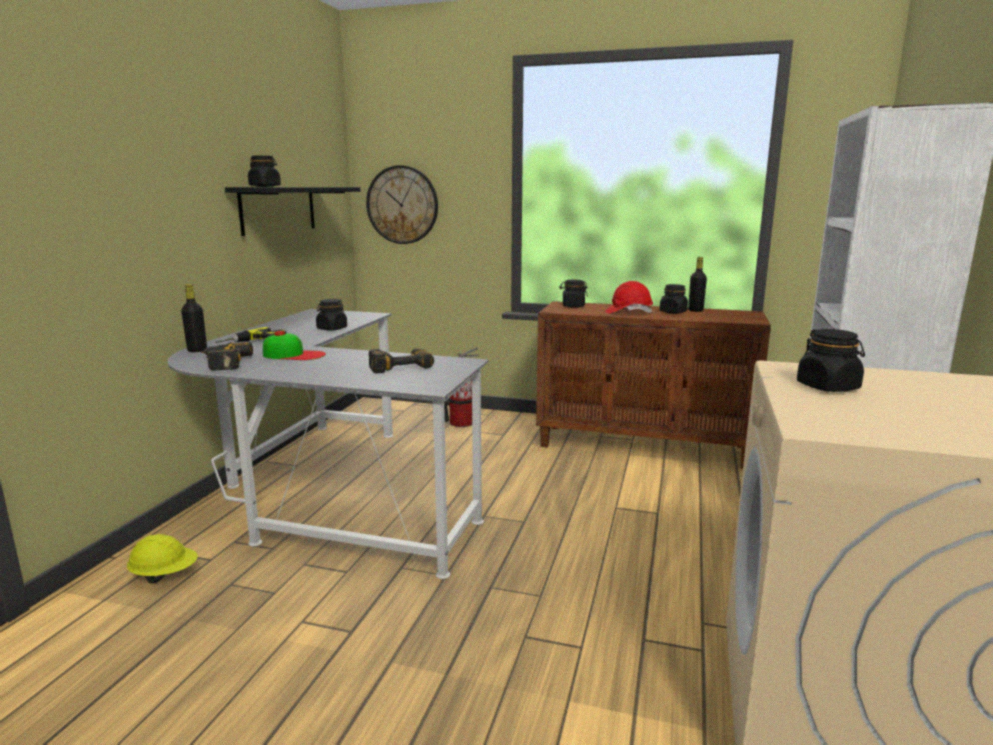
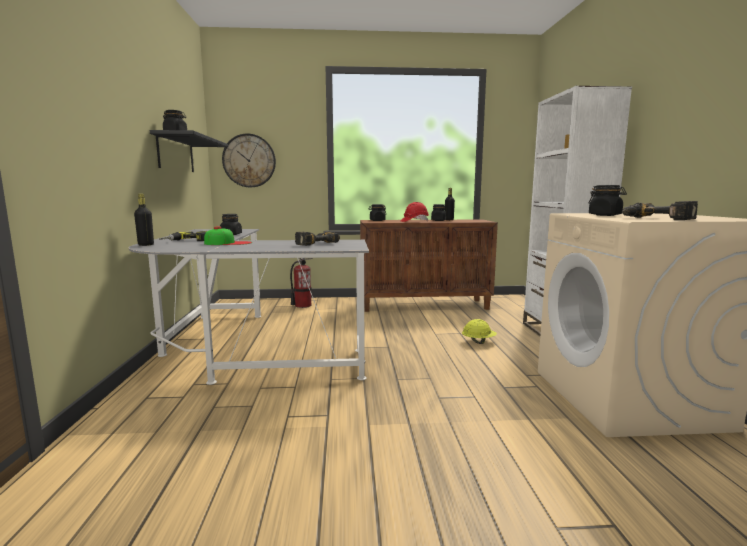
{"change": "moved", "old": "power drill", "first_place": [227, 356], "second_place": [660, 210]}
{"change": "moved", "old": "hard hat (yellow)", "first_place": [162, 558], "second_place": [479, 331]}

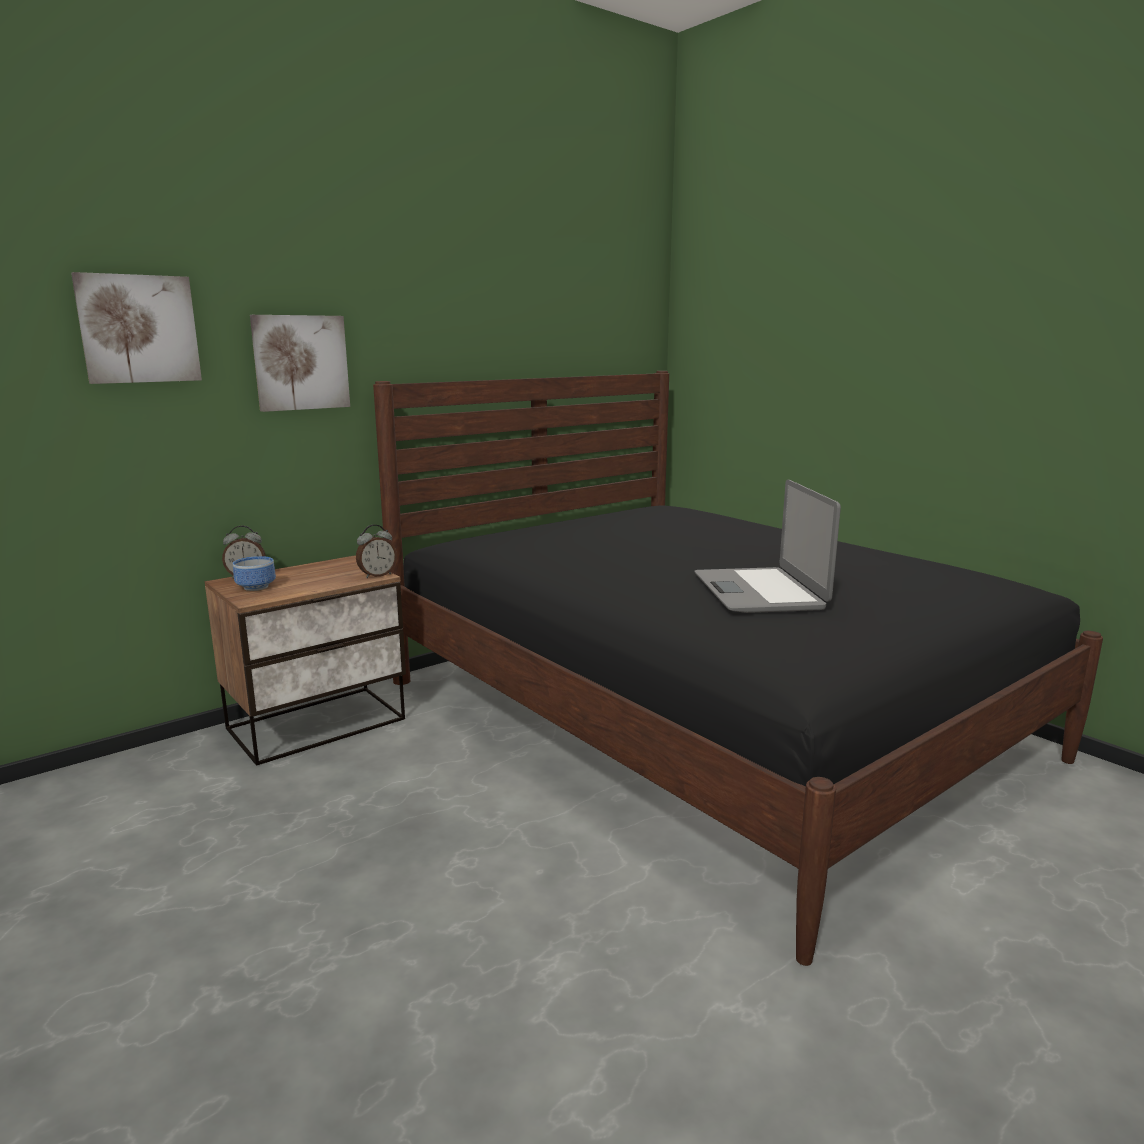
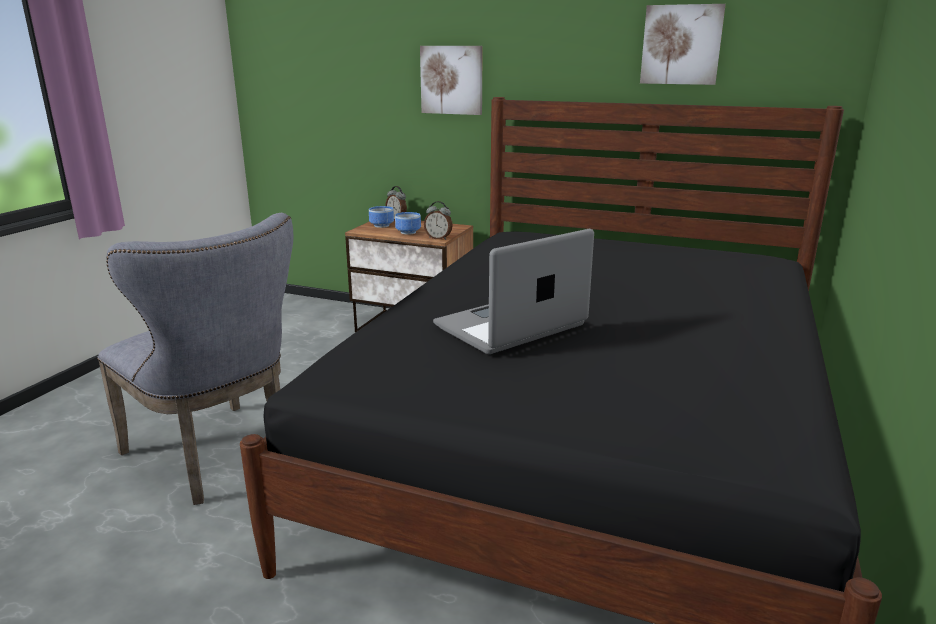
{"change": "moved", "old": "picture", "first_place": [136, 328], "second_place": [683, 44]}
{"change": "added", "new": "bowl", "second_place": [408, 223]}
{"change": "added", "new": "chair (grey)", "second_place": [195, 359]}

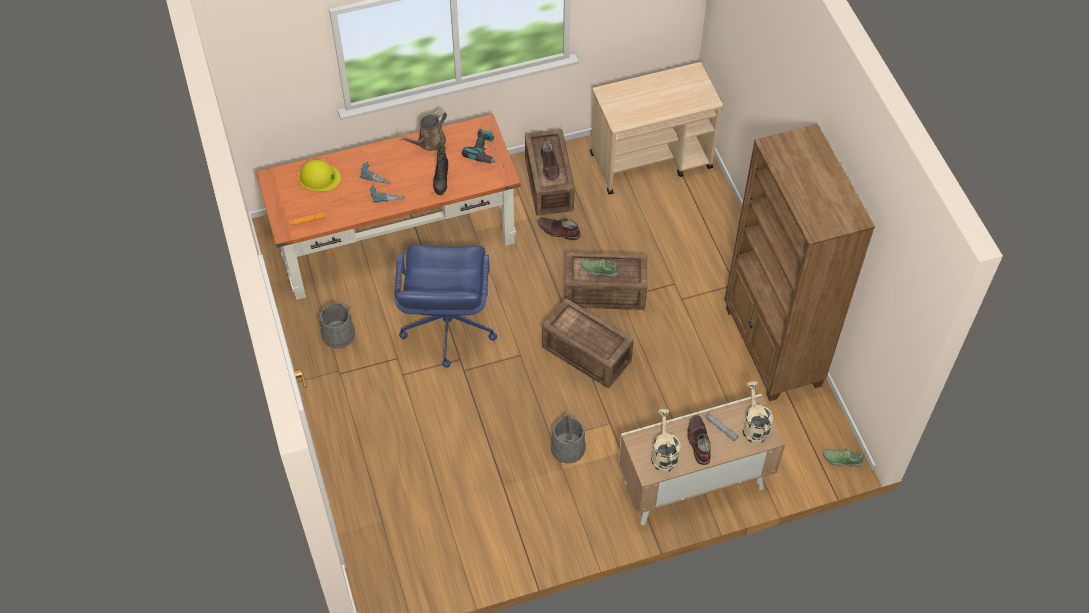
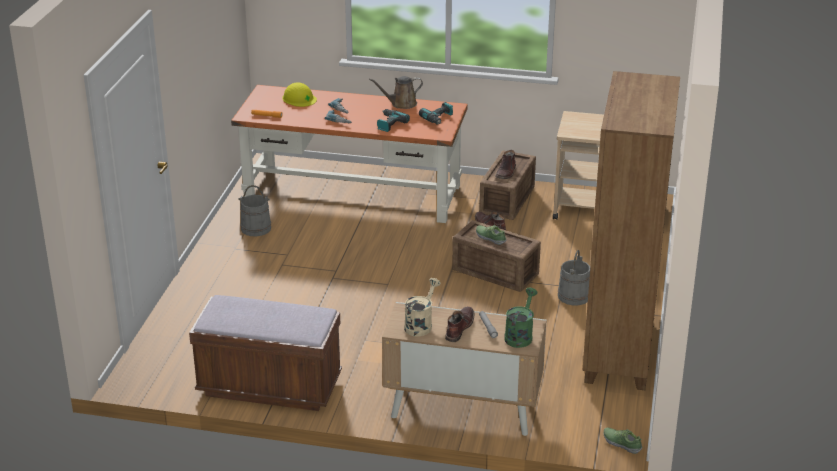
{"change": "replaced", "old": "boot (black)", "new": "power drill", "first_place": [440, 170], "second_place": [393, 120]}
{"change": "removed", "old": "office chair (blue)", "first_place": [445, 306]}
{"change": "removed", "old": "crate", "first_place": [588, 343]}
{"change": "recoloured", "old": "watering can (beige)", "new": "watering can (green)", "first_place": [757, 412], "second_place": [521, 318]}
{"change": "moved", "old": "bucket (grey)", "first_place": [568, 438], "second_place": [574, 277]}
{"change": "added", "new": "bench (brown)", "second_place": [265, 353]}

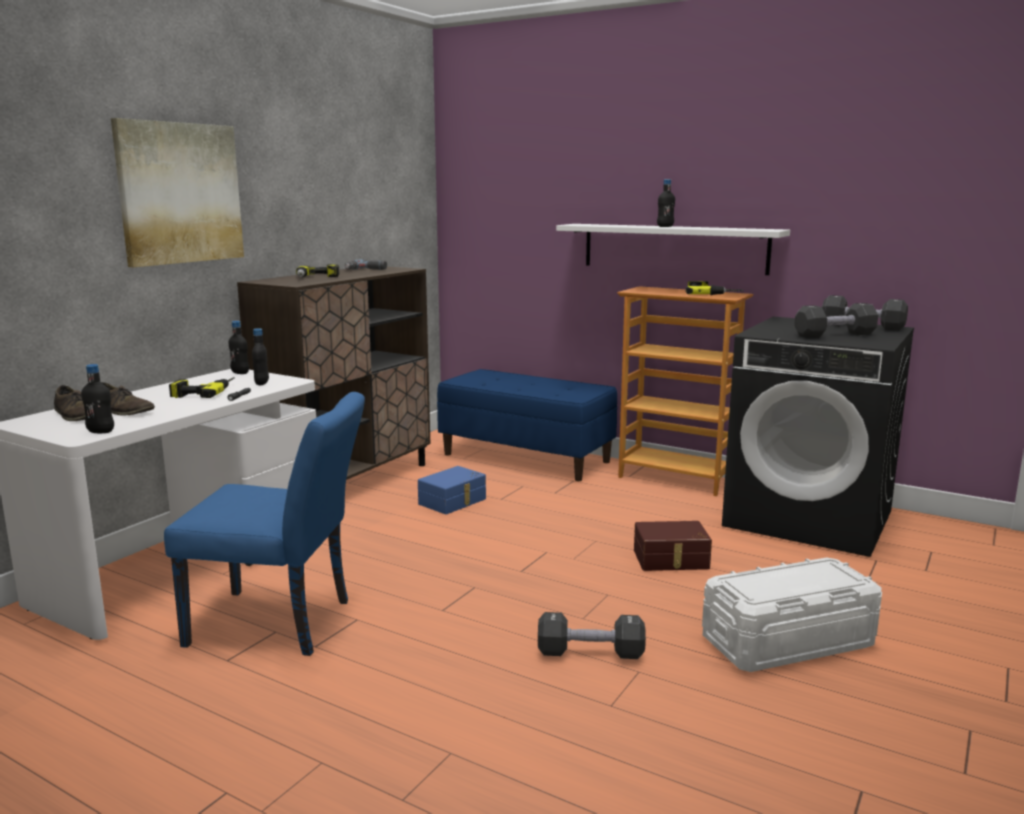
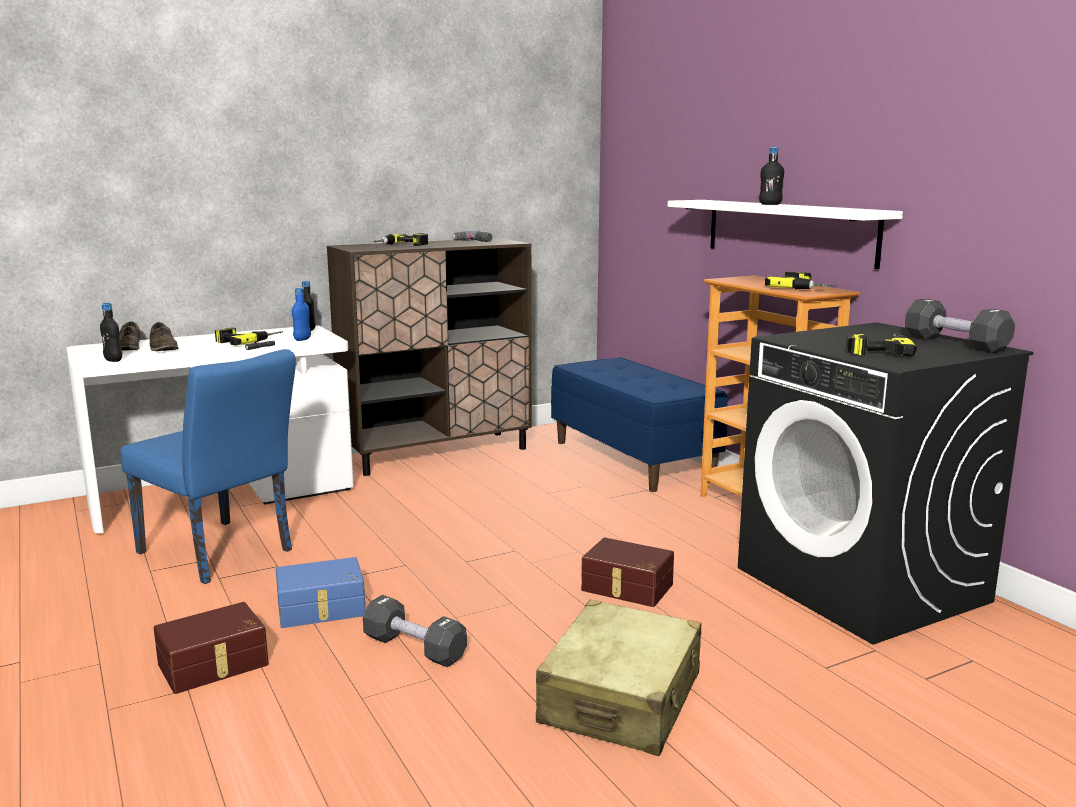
{"change": "removed", "old": "picture", "first_place": [177, 192]}
{"change": "replaced", "old": "dumbbell (black)", "new": "power drill", "first_place": [836, 321], "second_place": [881, 344]}
{"change": "recoloured", "old": "bottle (black)", "new": "bottle (blue)", "first_place": [260, 356], "second_place": [301, 314]}
{"change": "moved", "old": "storage box (blue)", "first_place": [452, 490], "second_place": [321, 592]}
{"change": "replaced", "old": "storage box (white)", "new": "suitcase (beige)", "first_place": [792, 614], "second_place": [619, 678]}
{"change": "added", "new": "storage box (brown)", "second_place": [211, 648]}

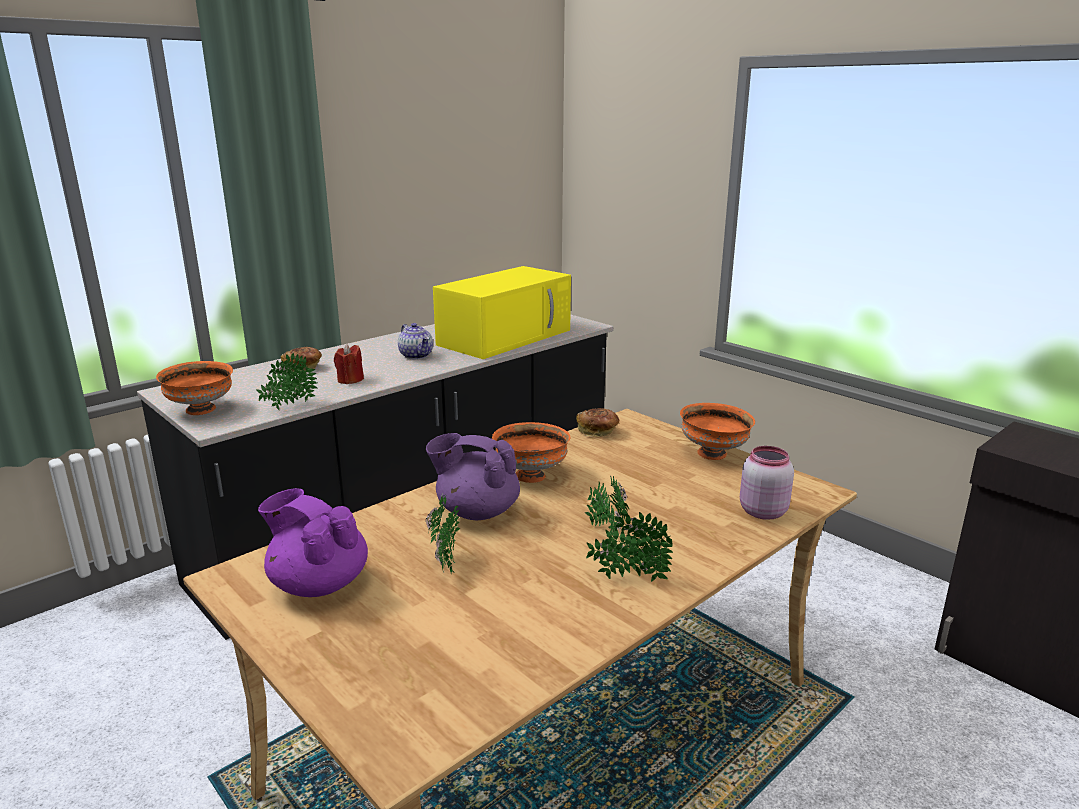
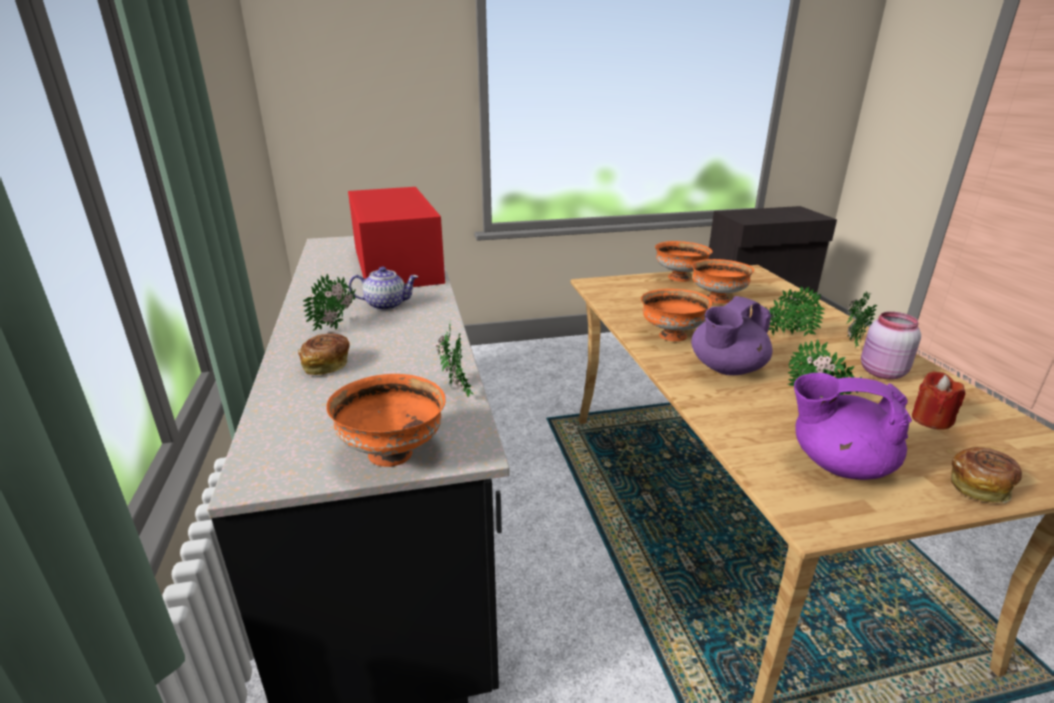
{"change": "recoloured", "old": "microwave (yellow)", "new": "microwave (red)", "first_place": [502, 312], "second_place": [396, 237]}
{"change": "moved", "old": "candle (red)", "first_place": [349, 364], "second_place": [938, 400]}
{"change": "moved", "old": "bread", "first_place": [597, 422], "second_place": [986, 475]}
{"change": "moved", "old": "jar (pink)", "first_place": [767, 483], "second_place": [891, 345]}
{"change": "turned", "old": "teapot (purple)", "first_place": [313, 542], "second_place": [853, 426], "degrees": 45}
{"change": "added", "new": "bowl (orange)", "second_place": [723, 281]}
{"change": "added", "new": "potted plant", "second_place": [329, 302]}

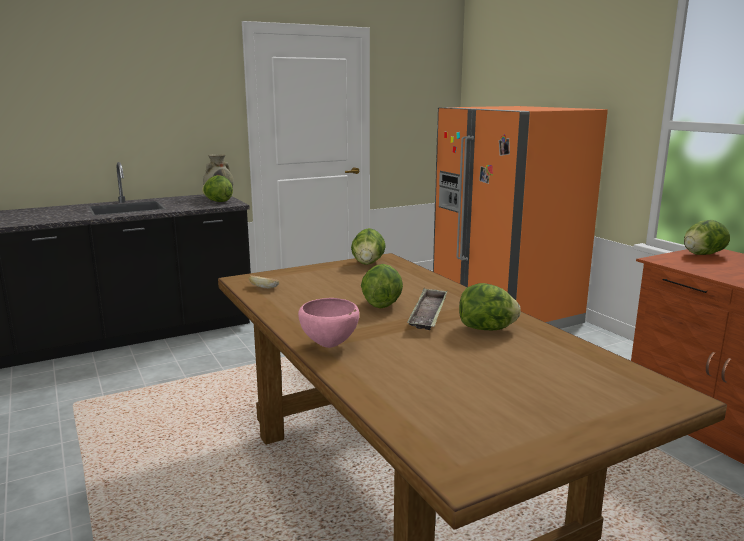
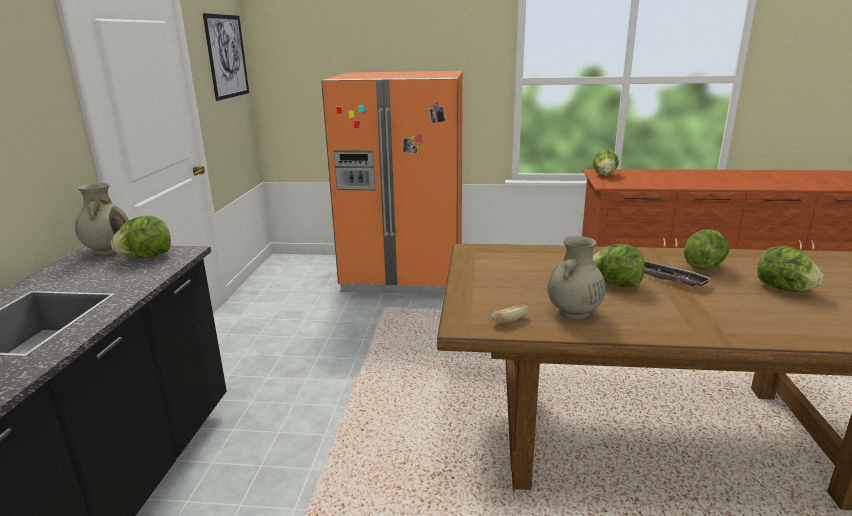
{"change": "moved", "old": "lettuce", "first_place": [368, 246], "second_place": [790, 269]}
{"change": "removed", "old": "bowl (pink)", "first_place": [328, 323]}
{"change": "added", "new": "picture", "second_place": [226, 57]}
{"change": "added", "new": "vase (beige)", "second_place": [576, 278]}

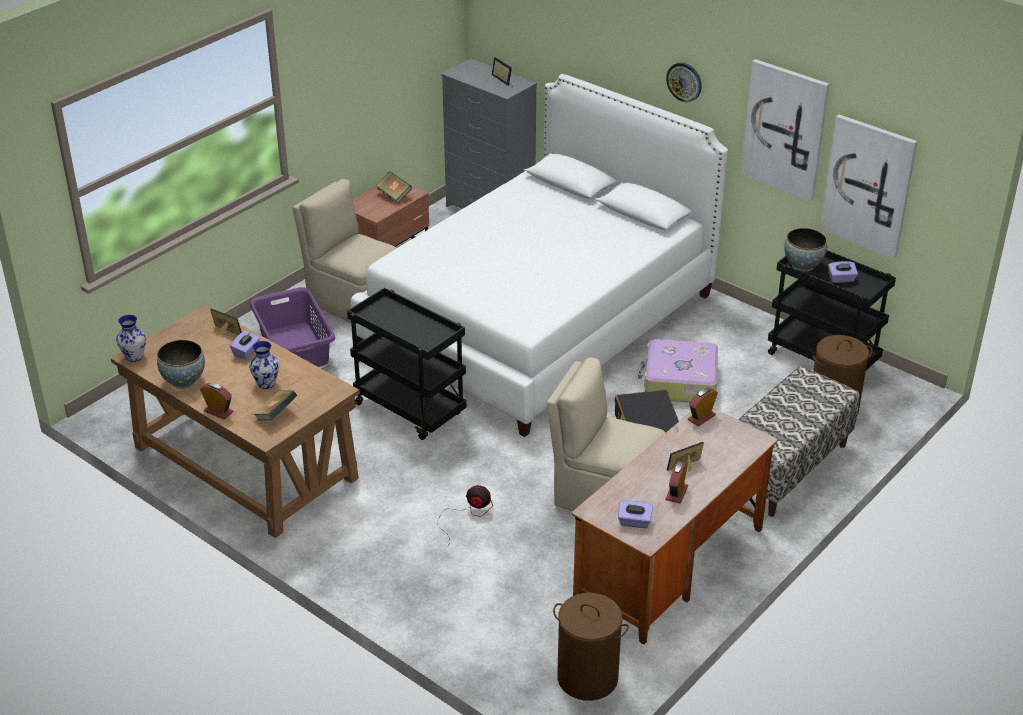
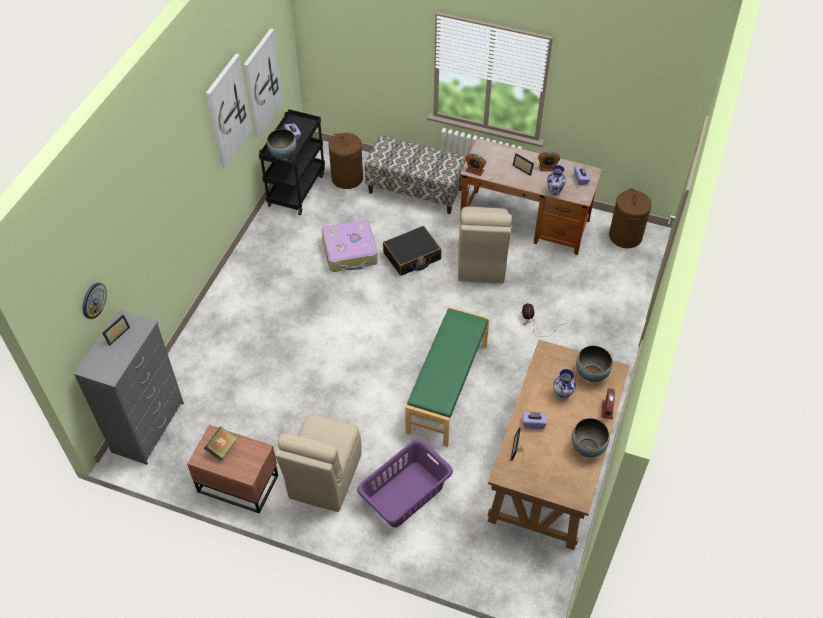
{"change": "moved", "old": "wall clock", "first_place": [684, 82], "second_place": [95, 301]}
{"change": "removed", "old": "bed (white)", "first_place": [539, 255]}
{"change": "replaced", "old": "cart (black)", "new": "bench (green)", "first_place": [407, 363], "second_place": [447, 377]}
{"change": "moved", "old": "vase", "first_place": [131, 338], "second_place": [556, 180]}
{"change": "replaced", "old": "book", "new": "bowl", "first_place": [275, 405], "second_place": [594, 363]}

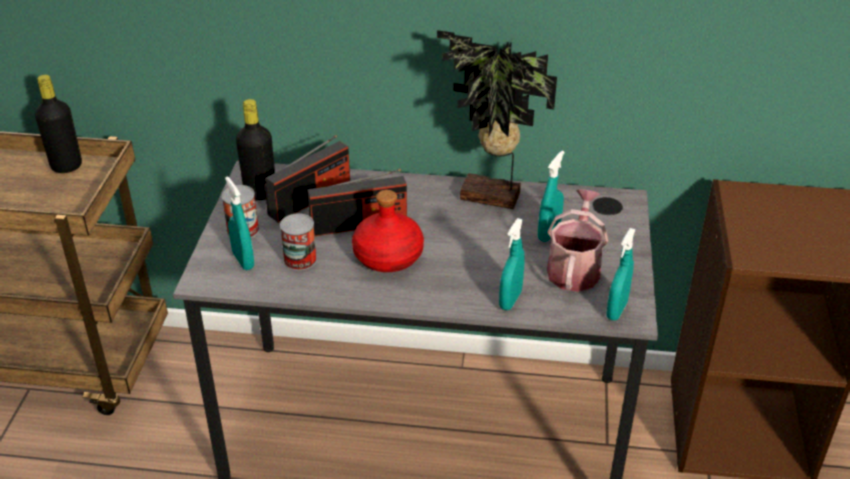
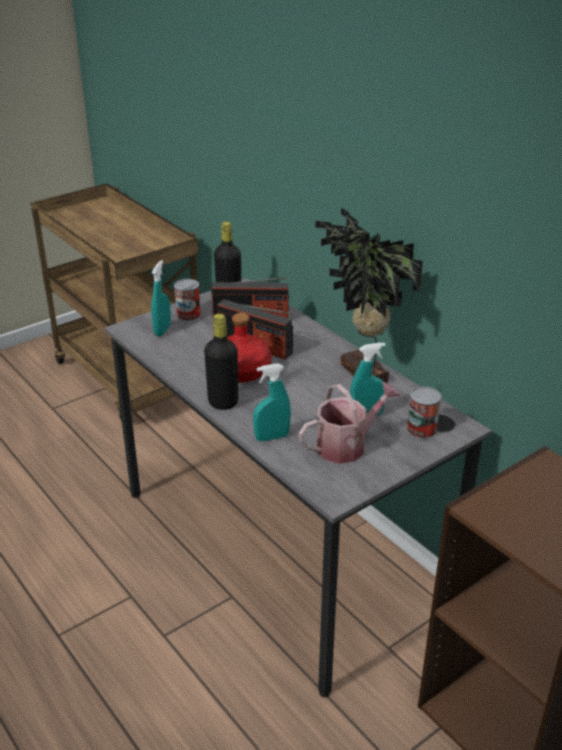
{"change": "moved", "old": "bottle (black)", "first_place": [58, 124], "second_place": [221, 362]}
{"change": "moved", "old": "can", "first_place": [298, 242], "second_place": [424, 413]}
{"change": "removed", "old": "spray bottle (turquoise)", "first_place": [621, 274]}

